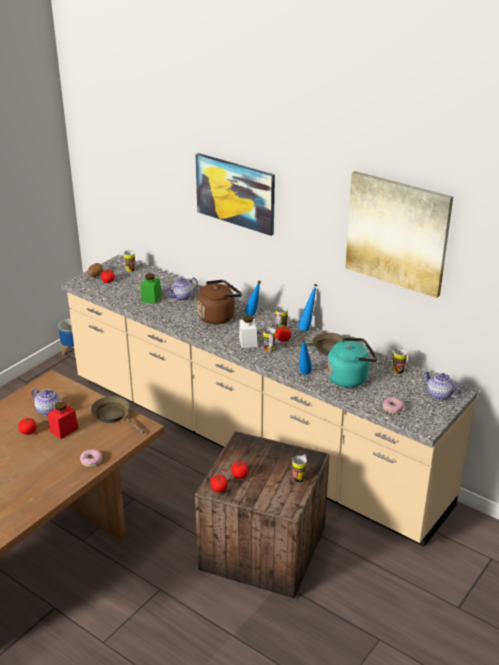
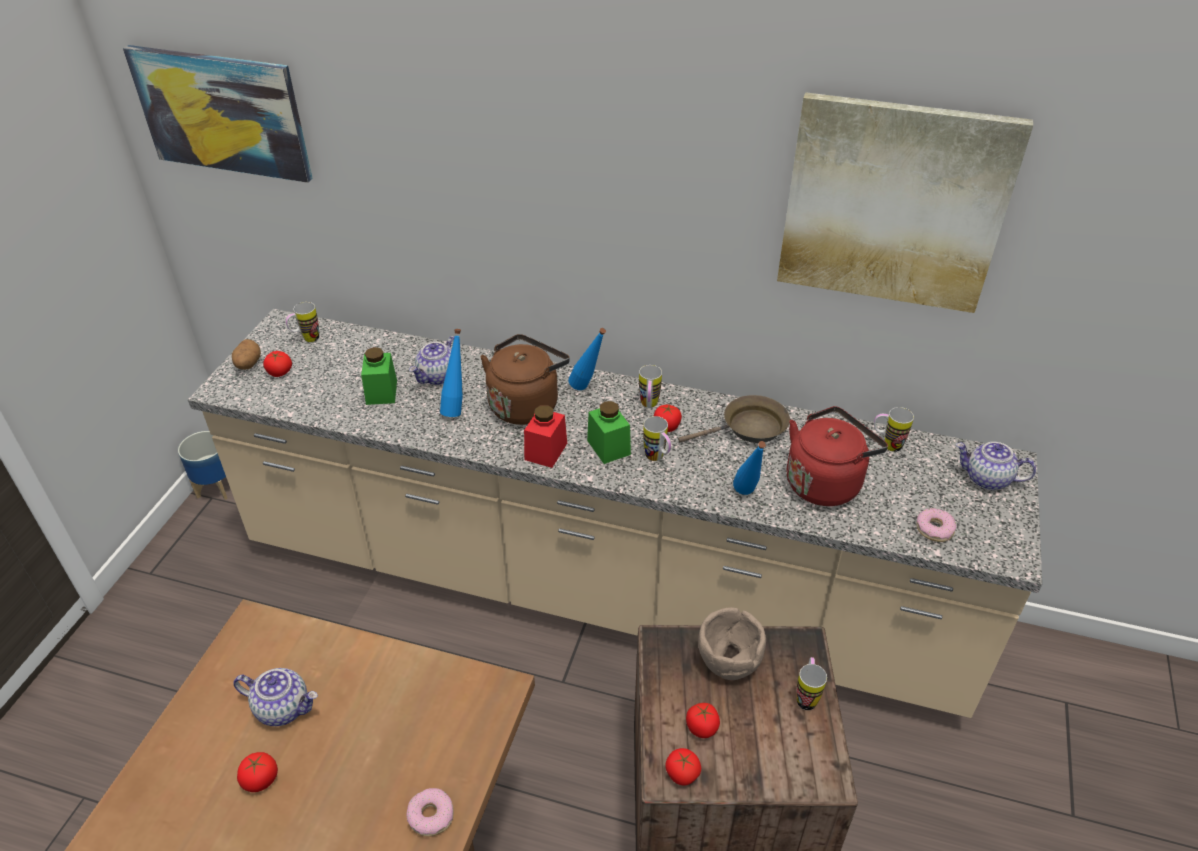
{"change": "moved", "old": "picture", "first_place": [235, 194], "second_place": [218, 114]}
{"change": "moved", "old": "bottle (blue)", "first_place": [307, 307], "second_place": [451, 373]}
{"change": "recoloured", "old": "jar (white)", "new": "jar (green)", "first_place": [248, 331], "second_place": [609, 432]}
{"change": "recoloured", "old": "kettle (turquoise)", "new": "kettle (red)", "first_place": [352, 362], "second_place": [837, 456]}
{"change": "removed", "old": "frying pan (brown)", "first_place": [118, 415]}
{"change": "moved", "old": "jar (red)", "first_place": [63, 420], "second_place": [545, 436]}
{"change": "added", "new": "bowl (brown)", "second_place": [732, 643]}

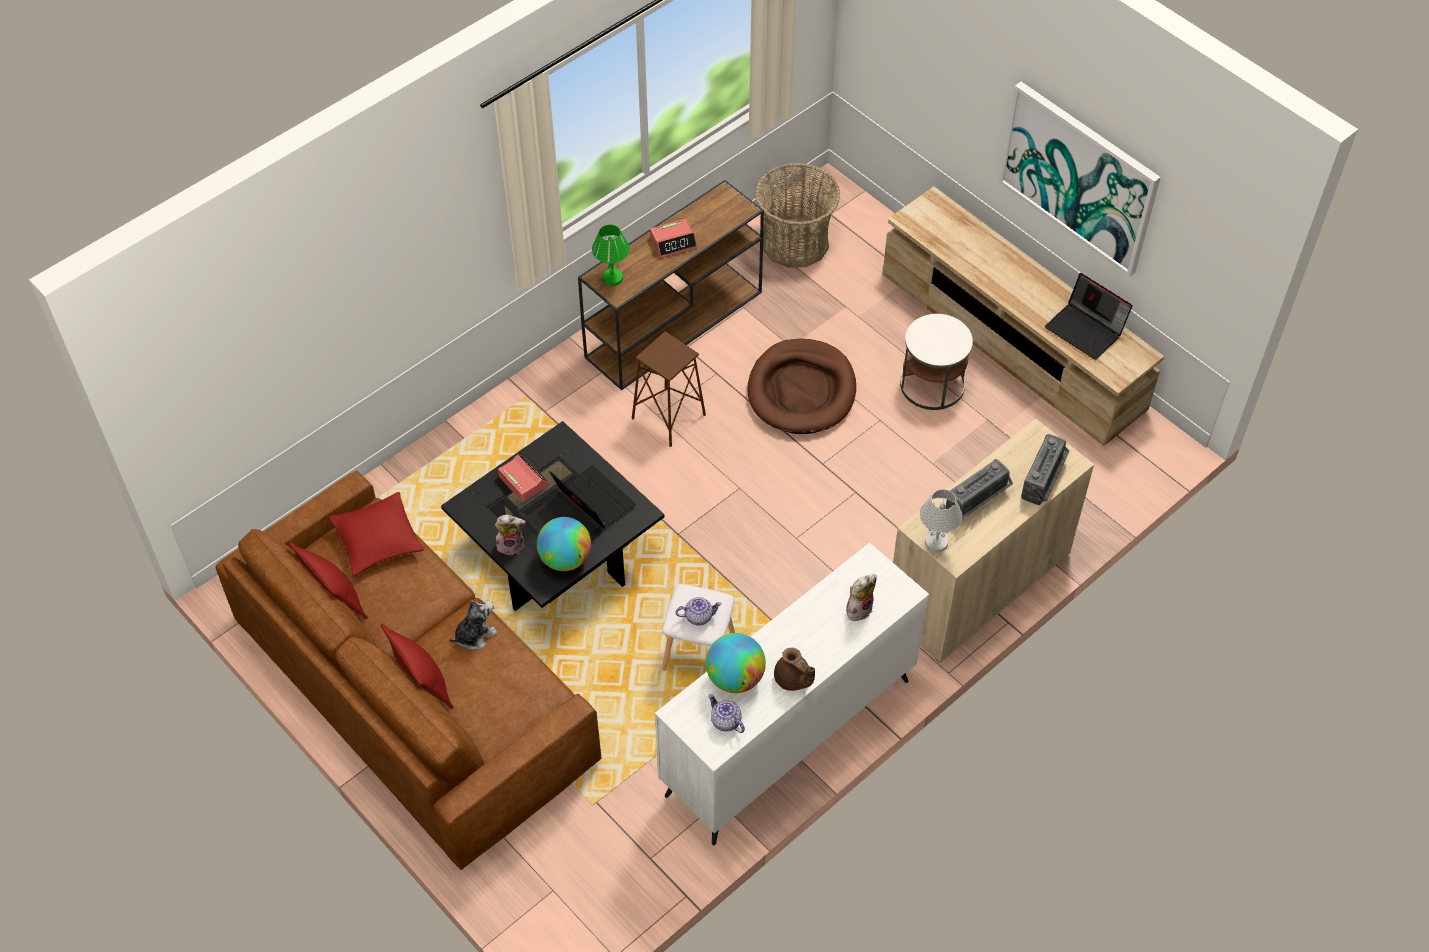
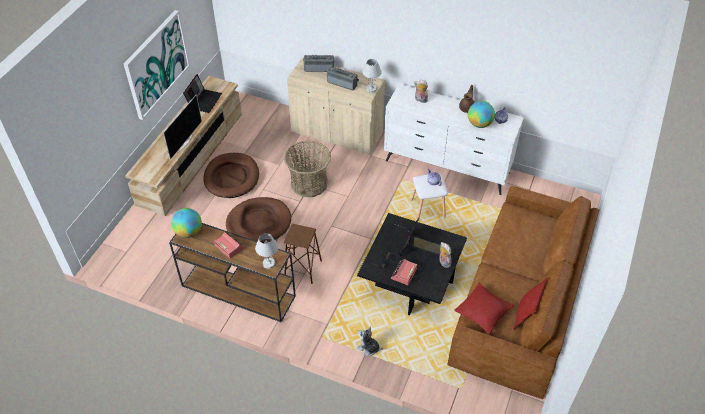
{"change": "moved", "old": "basket", "first_place": [797, 215], "second_place": [307, 168]}
{"change": "recoloured", "old": "table lamp (green)", "new": "table lamp (white)", "first_place": [611, 255], "second_place": [266, 251]}
{"change": "replaced", "old": "side table (white)", "new": "dog bed (brown)", "first_place": [936, 362], "second_place": [231, 175]}
{"change": "moved", "old": "globe", "first_place": [564, 544], "second_place": [186, 223]}
{"change": "moved", "old": "plush toy", "first_place": [473, 625], "second_place": [370, 341]}
{"change": "removed", "old": "pillow (red)", "first_place": [417, 666]}
{"change": "added", "new": "television", "second_place": [182, 127]}

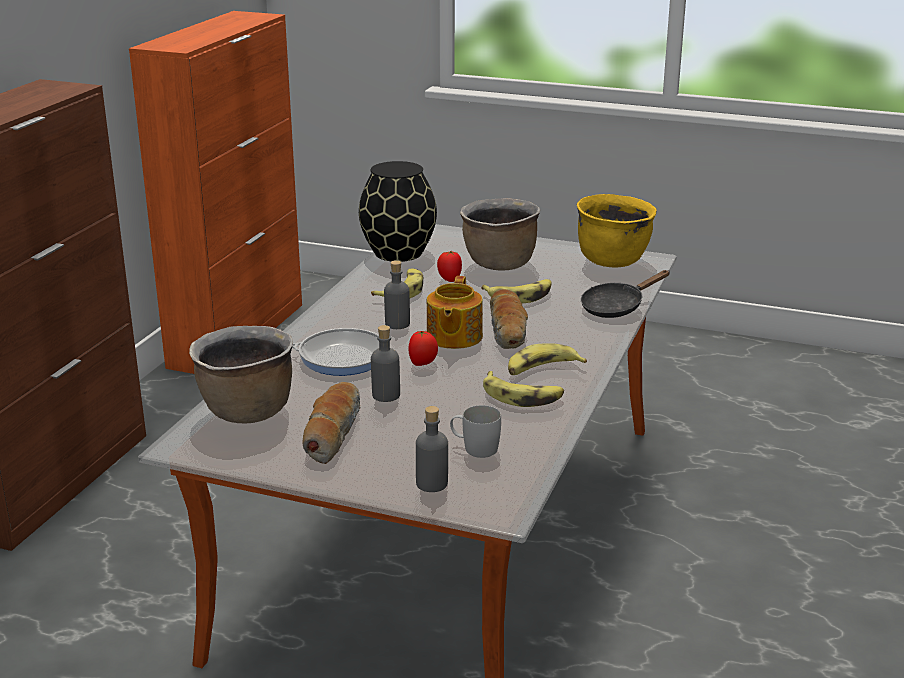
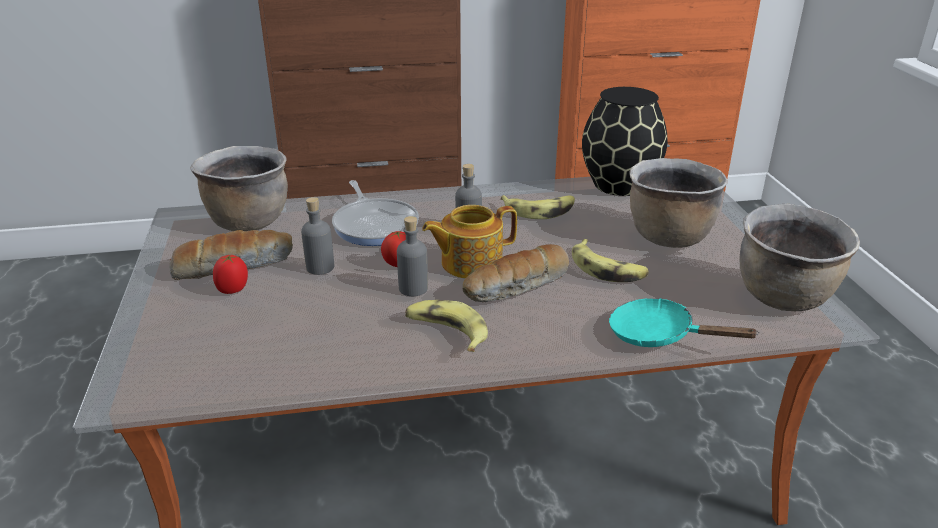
{"change": "recoloured", "old": "cooking pot (yellow)", "new": "cooking pot (brown)", "first_place": [616, 230], "second_place": [799, 258]}
{"change": "moved", "old": "tomato", "first_place": [449, 266], "second_place": [230, 274]}
{"change": "recoloured", "old": "frying pan (black)", "new": "frying pan (turquoise)", "first_place": [625, 294], "second_place": [684, 322]}
{"change": "removed", "old": "banana", "first_place": [523, 389]}
{"change": "removed", "old": "mug (white)", "first_place": [475, 431]}
{"change": "moved", "old": "bottle (grey)", "first_place": [432, 449], "second_place": [412, 256]}

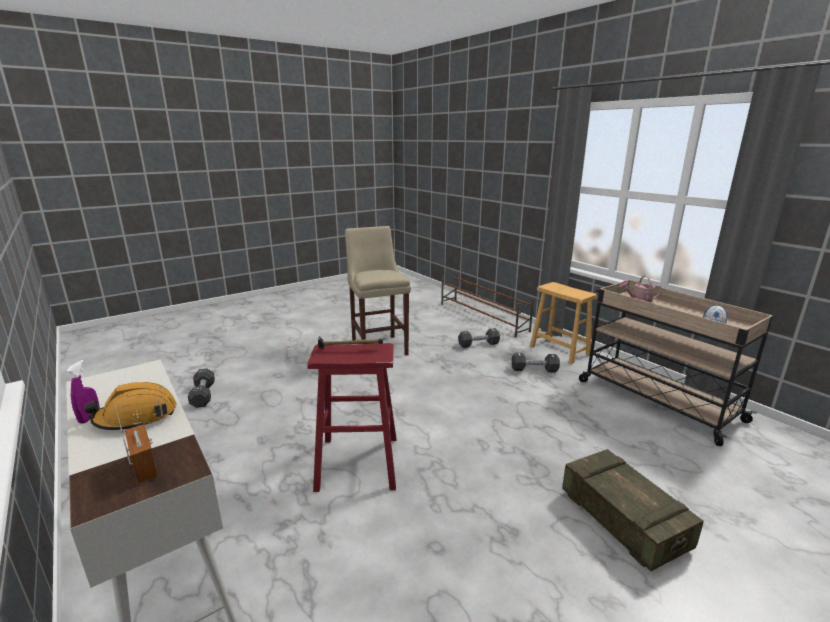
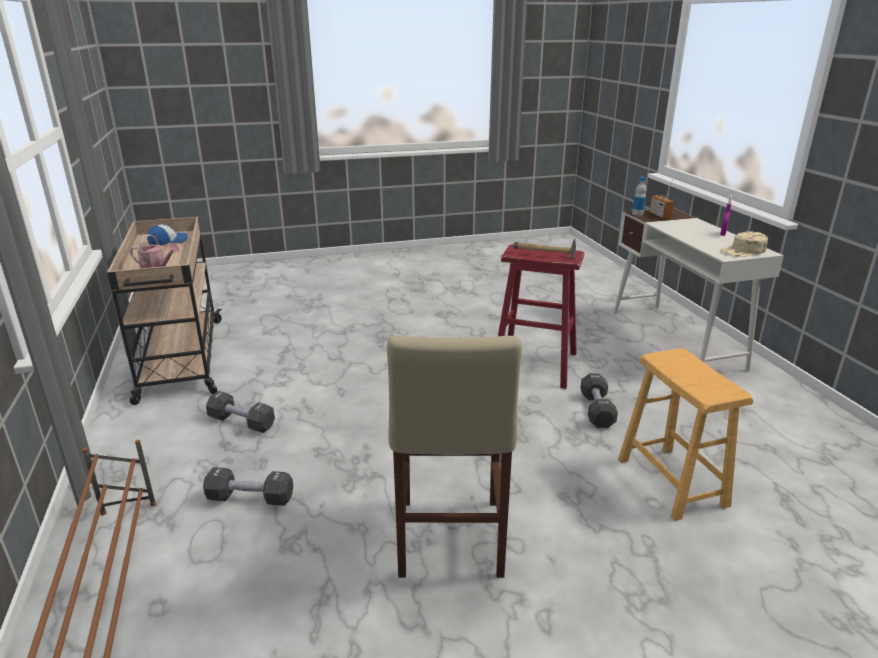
{"change": "moved", "old": "stool (brown)", "first_place": [563, 323], "second_place": [685, 434]}
{"change": "moved", "old": "dumbbell (black)", "first_place": [201, 388], "second_place": [599, 400]}
{"change": "removed", "old": "hard hat (orange)", "first_place": [130, 406]}
{"change": "removed", "old": "crate", "first_place": [633, 510]}
{"change": "added", "new": "bottle", "second_place": [639, 196]}
{"change": "added", "new": "cap (beige)", "second_place": [744, 244]}

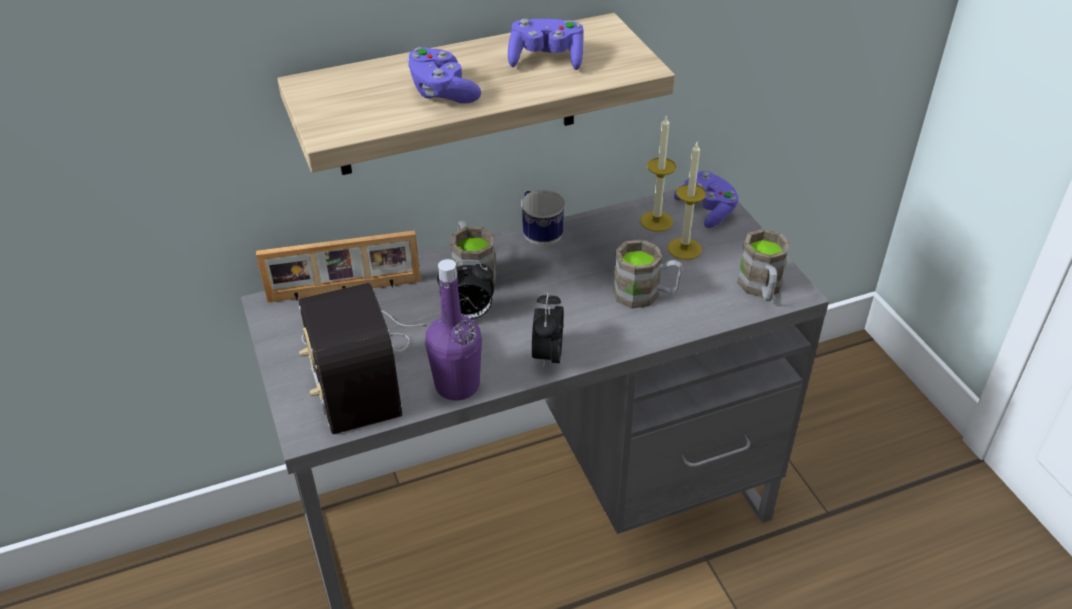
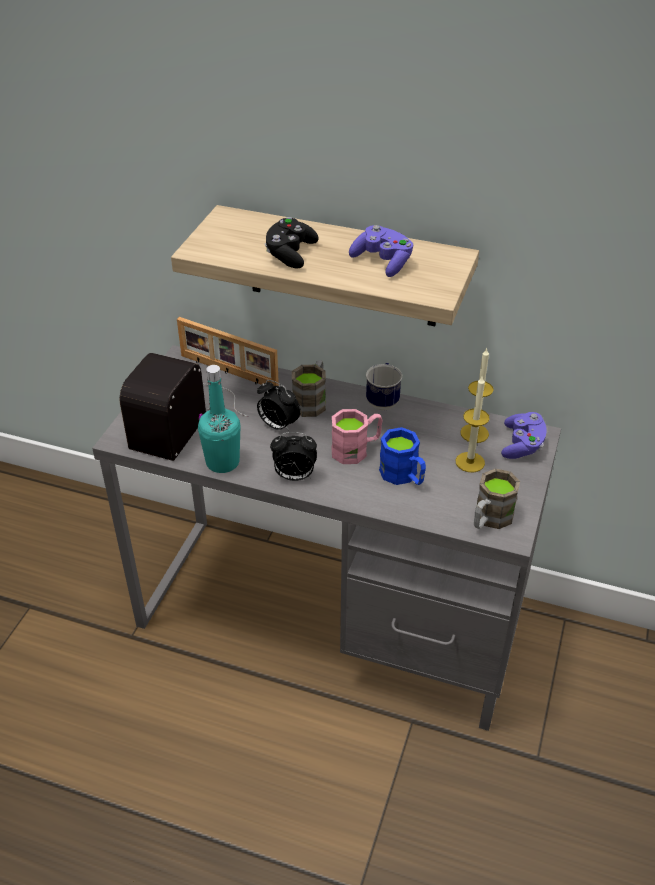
{"change": "recoloured", "old": "game controller (purple)", "new": "game controller (black)", "first_place": [444, 75], "second_place": [291, 243]}
{"change": "recoloured", "old": "mug (brown)", "new": "mug (blue)", "first_place": [648, 274], "second_place": [402, 456]}
{"change": "recoloured", "old": "bottle (purple)", "new": "bottle (turquoise)", "first_place": [453, 329], "second_place": [219, 419]}
{"change": "turned", "old": "alarm clock", "first_place": [547, 331], "second_place": [293, 456], "degrees": -135}
{"change": "added", "new": "mug (pink)", "second_place": [357, 436]}

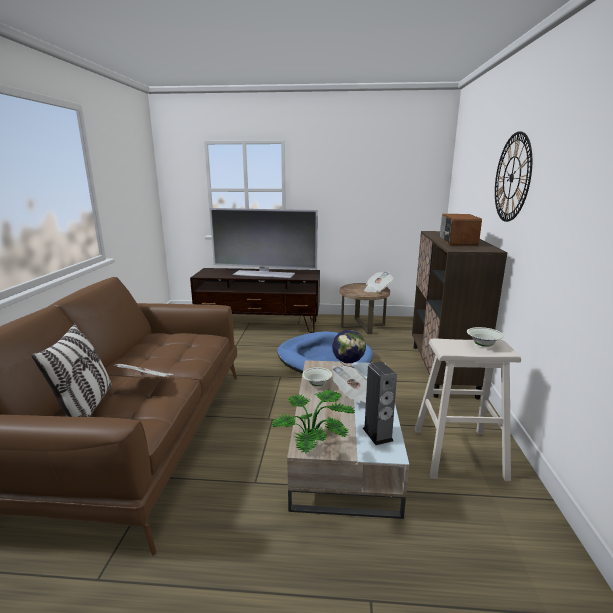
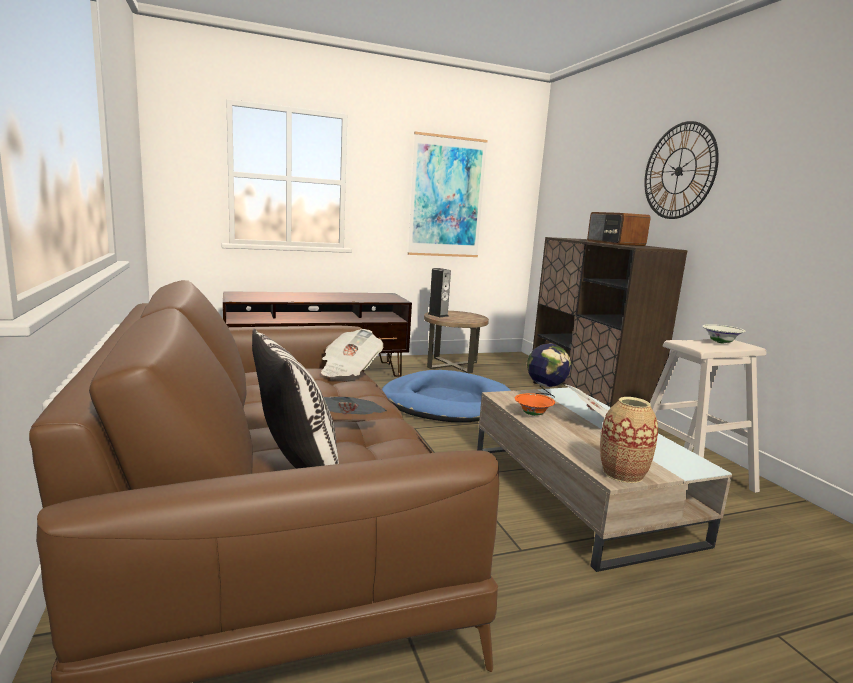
{"change": "removed", "old": "television", "first_place": [264, 243]}
{"change": "moved", "old": "newspaper", "first_place": [378, 281], "second_place": [352, 353]}
{"change": "moved", "old": "speaker", "first_place": [380, 403], "second_place": [439, 292]}
{"change": "recoloured", "old": "bowl (white)", "new": "bowl (orange)", "first_place": [317, 376], "second_place": [535, 404]}
{"change": "replaced", "old": "potted plant", "new": "vase", "first_place": [313, 422], "second_place": [629, 440]}
{"change": "added", "new": "picture", "second_place": [448, 194]}

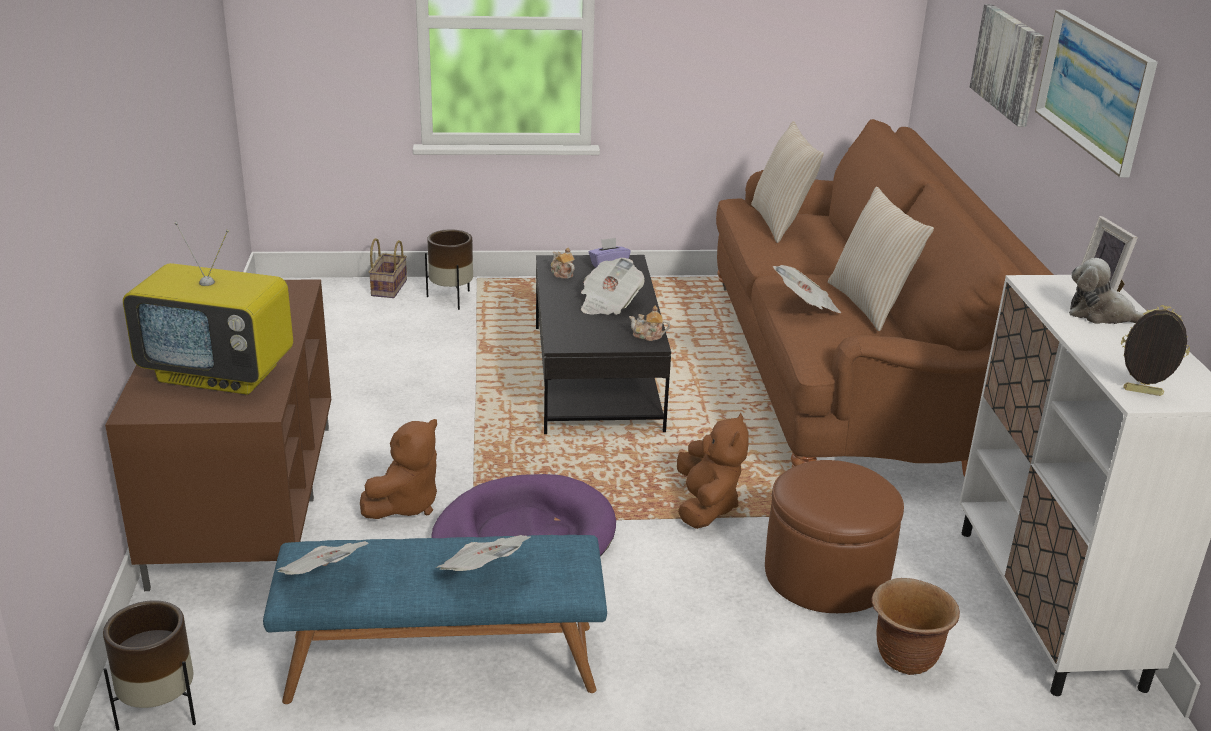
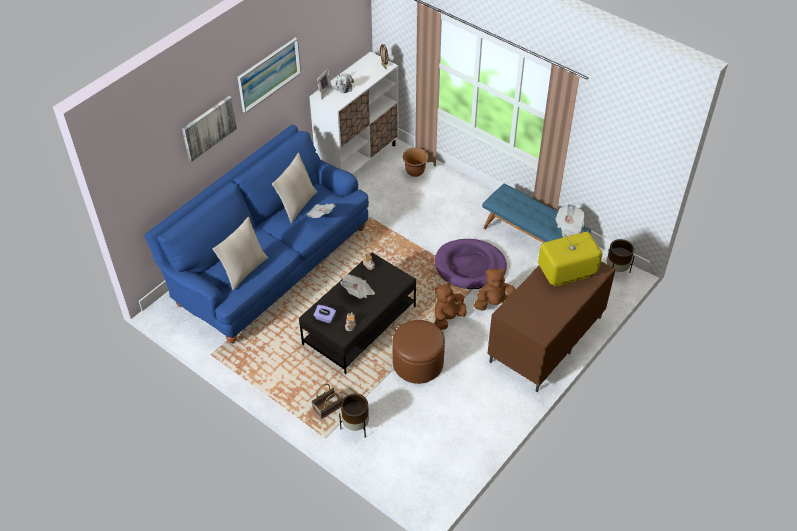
{"change": "recoloured", "old": "sofa (brown)", "new": "sofa (blue)", "first_place": [884, 298], "second_place": [256, 234]}
{"change": "turned", "old": "television", "first_place": [208, 308], "second_place": [570, 258], "degrees": -75}
{"change": "moved", "old": "basket", "first_place": [388, 268], "second_place": [327, 402]}
{"change": "moved", "old": "plush toy (brown)", "first_place": [713, 471], "second_place": [451, 306]}
{"change": "moved", "old": "ottoman (brown)", "first_place": [834, 536], "second_place": [418, 352]}
{"change": "removed", "old": "newspaper", "first_place": [483, 553]}

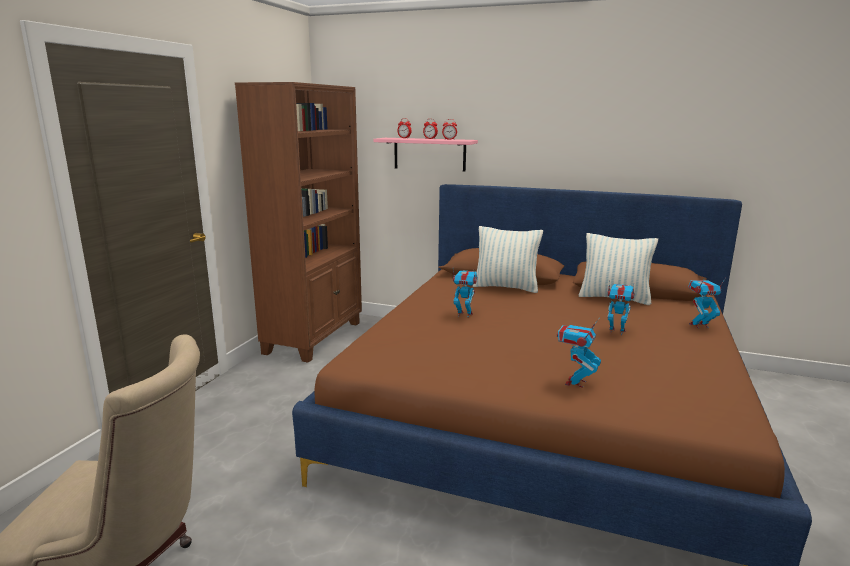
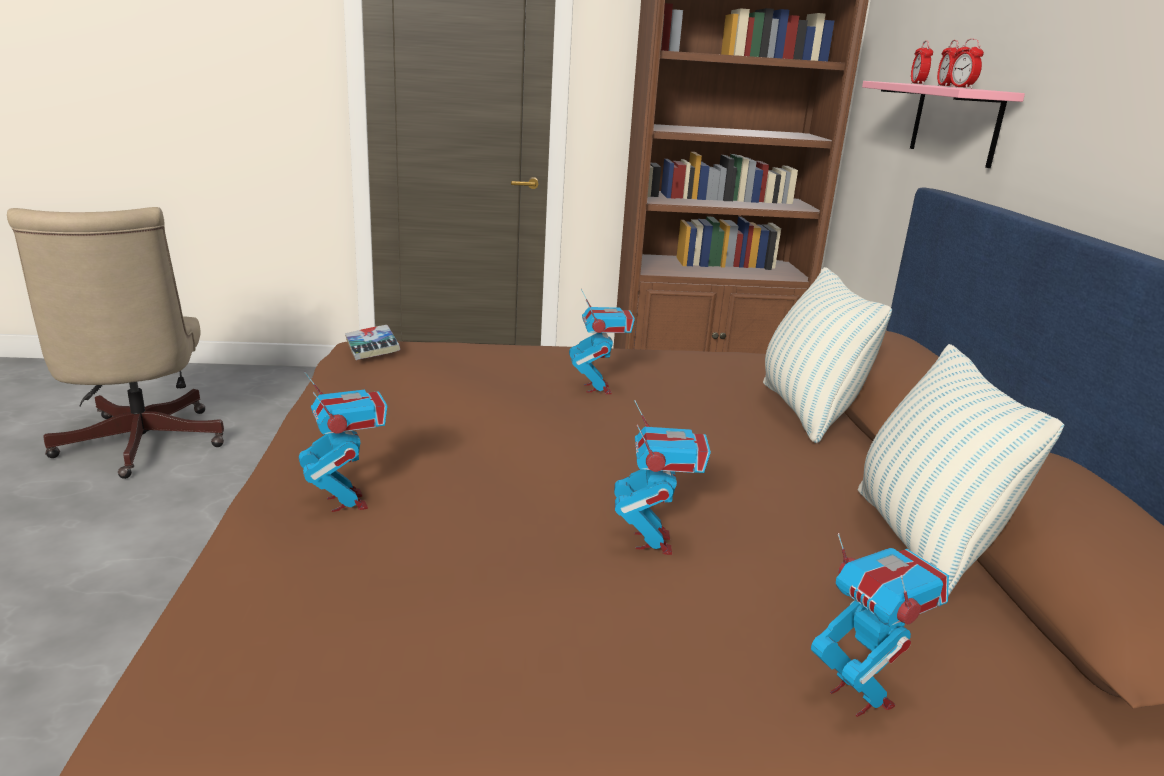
{"change": "turned", "old": "toy robot", "first_place": [579, 353], "second_place": [343, 441], "degrees": 60}
{"change": "added", "new": "book", "second_place": [372, 342]}

